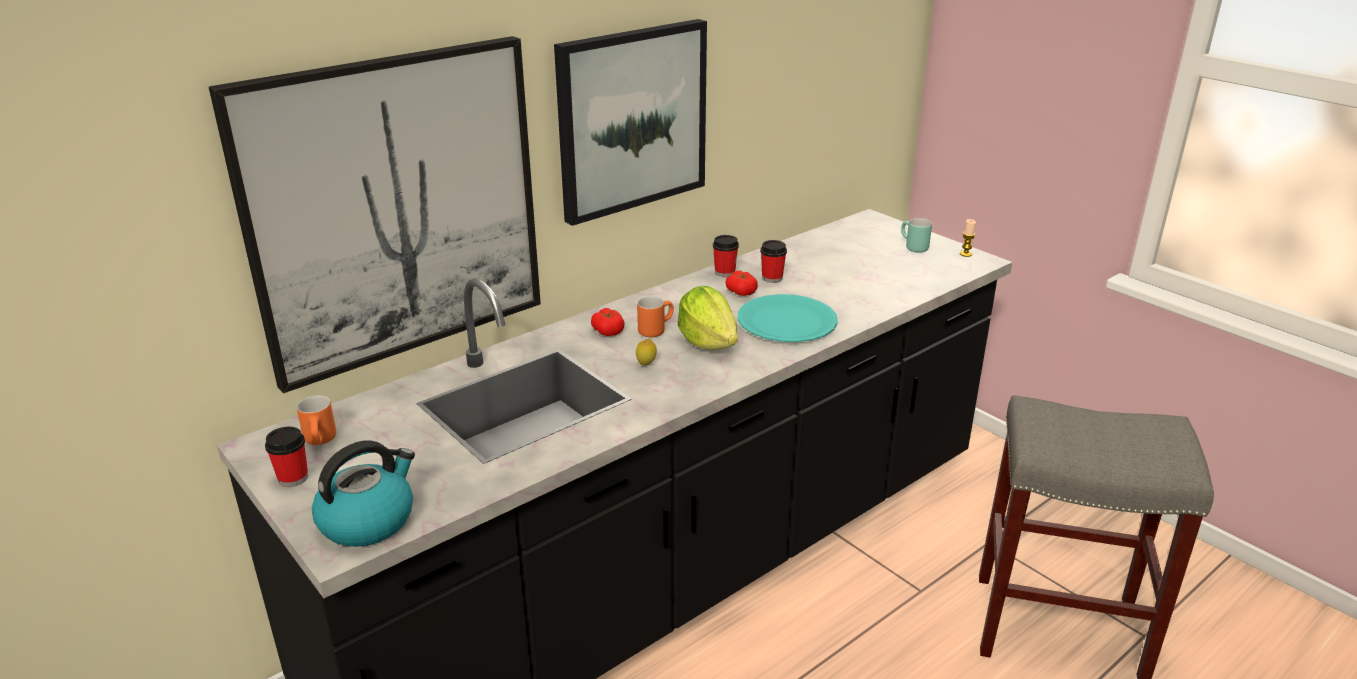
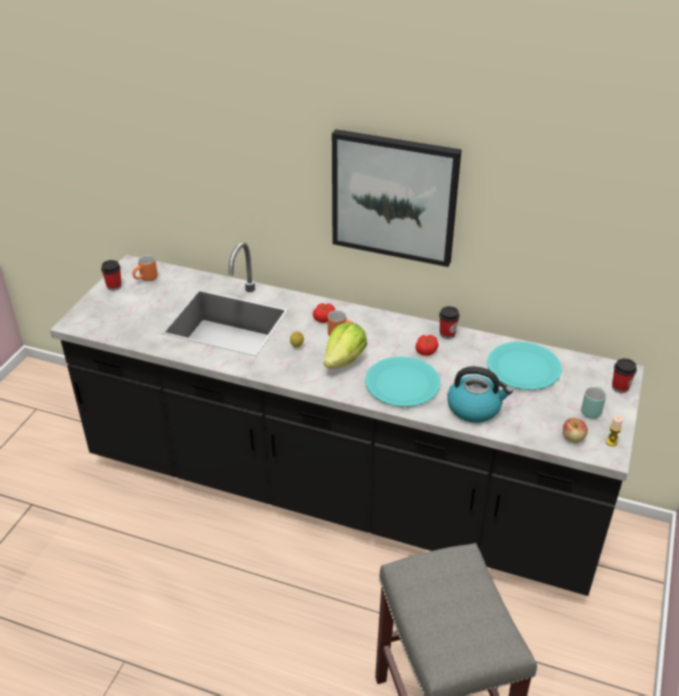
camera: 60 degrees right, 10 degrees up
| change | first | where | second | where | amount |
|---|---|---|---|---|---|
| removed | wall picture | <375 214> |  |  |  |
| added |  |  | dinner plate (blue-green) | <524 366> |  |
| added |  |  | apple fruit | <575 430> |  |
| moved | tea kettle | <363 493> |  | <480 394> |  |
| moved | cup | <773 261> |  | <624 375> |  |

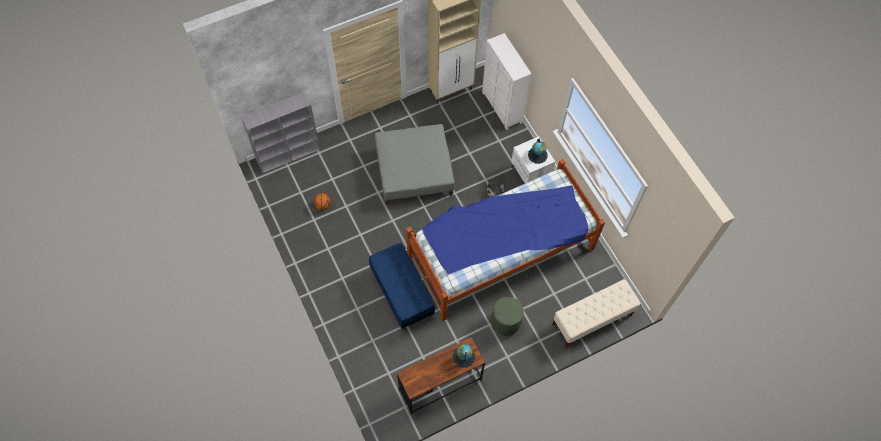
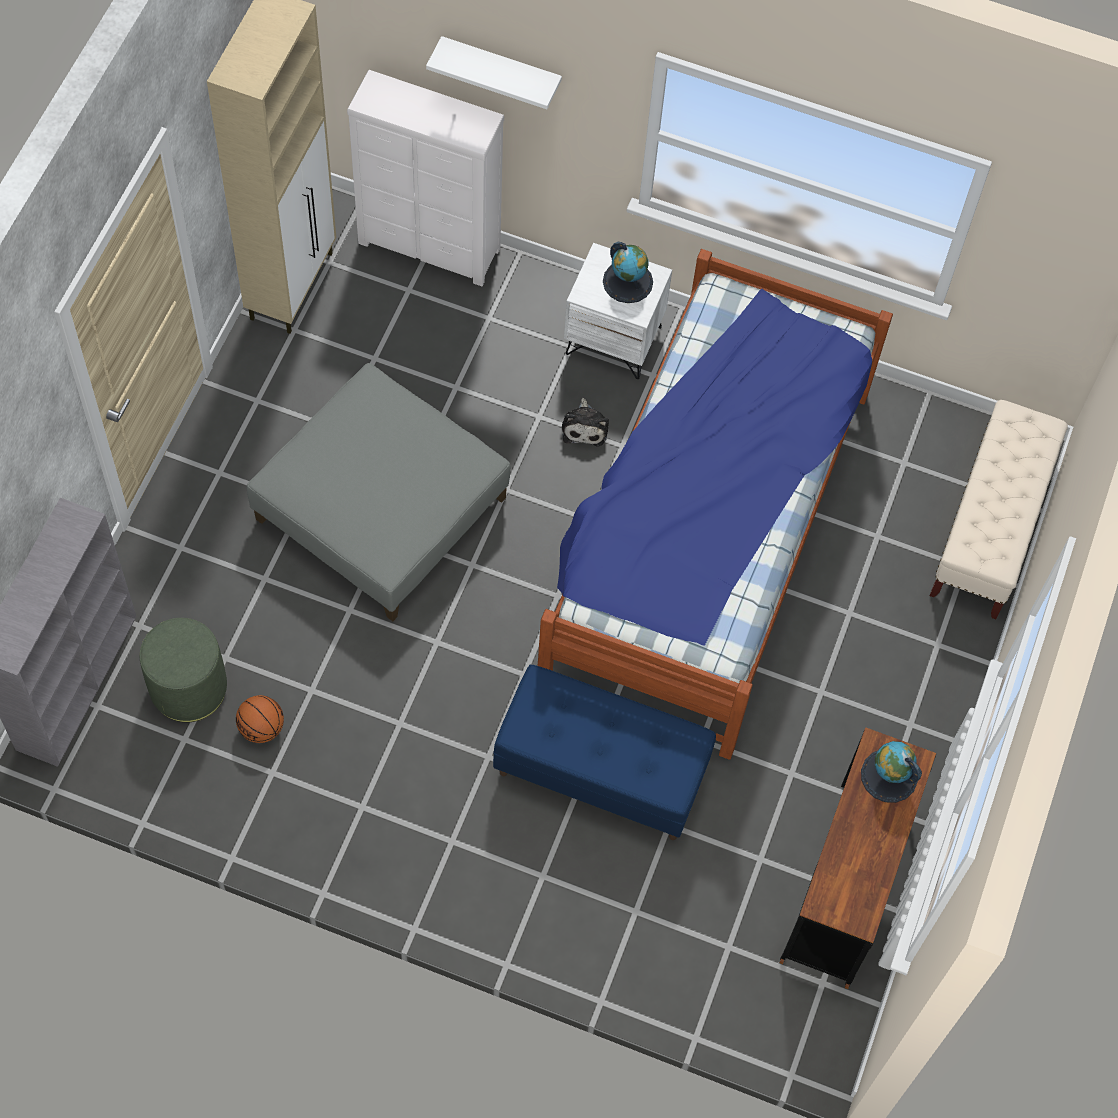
camera: 45 degrees left, 0 degrees up
| change | first | where | second | where | amount |
|---|---|---|---|---|---|
| added |  |  | wall shelf (whitish) | <494 72> |  |
| moved | footrest (greenish) | <507 316> |  | <183 670> |  |

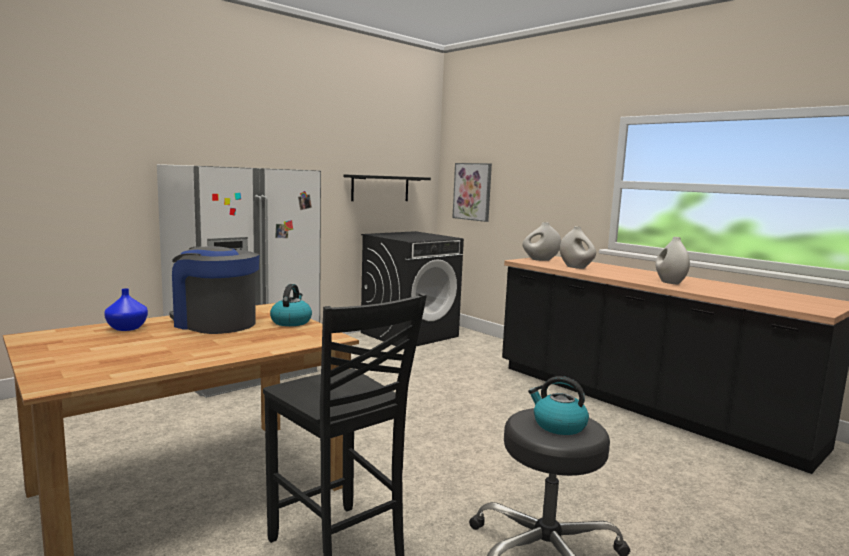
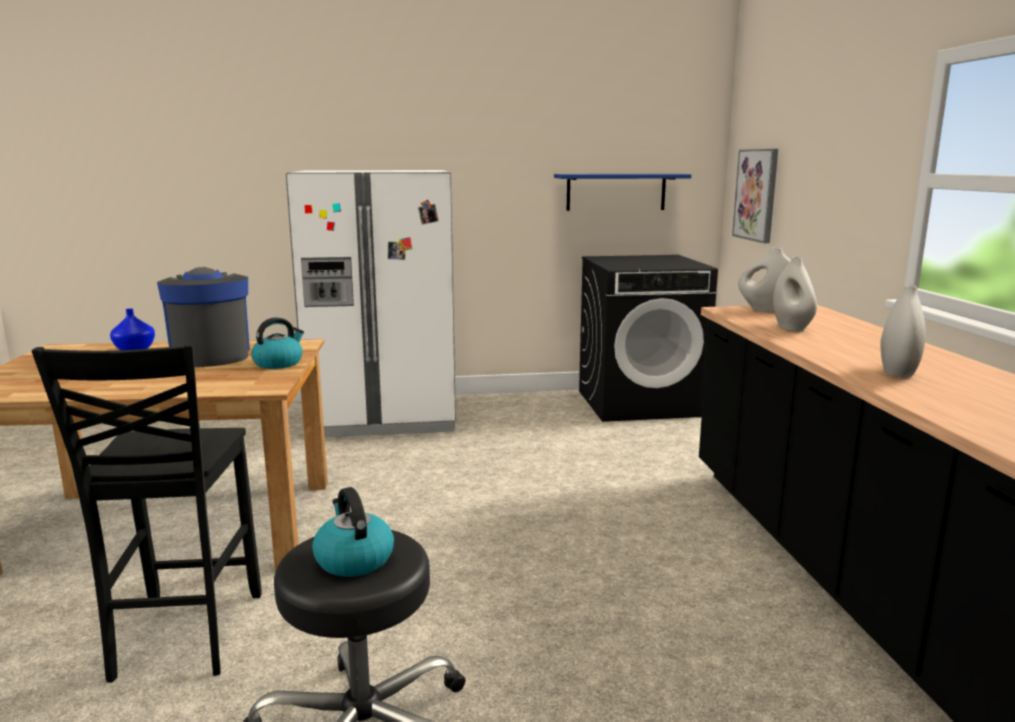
camera: 35 degrees right, 5 degrees up
| change | first | where | second | where | amount |
|---|---|---|---|---|---|
| recoloured | wall shelf (black) | <387 187> | wall shelf (bluish) | <623 192> |  |

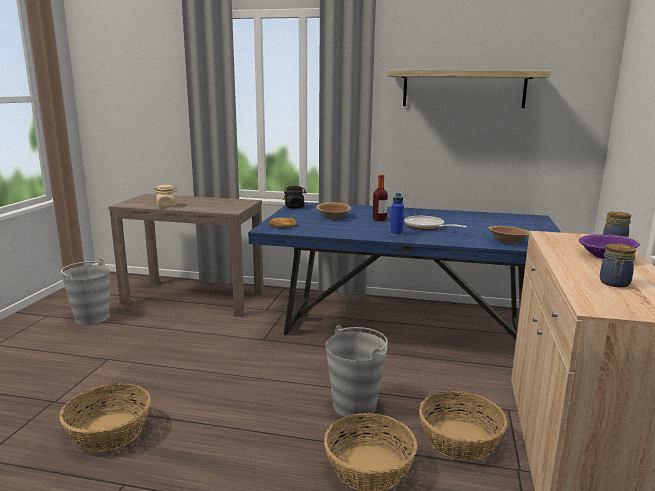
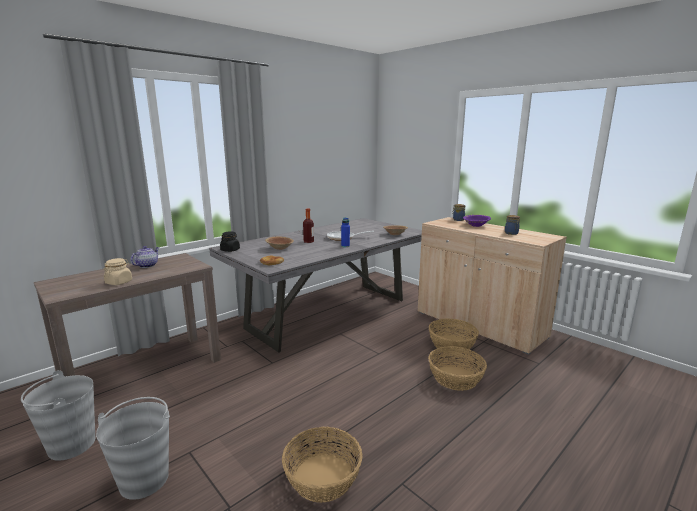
camera: 55 degrees left, 0 degrees up
| change | first | where | second | where | amount |
|---|---|---|---|---|---|
| removed | wall shelf | <468 89> |  |  |  |
| added |  |  | pot for tea | <145 257> |  |
| moved | pail (gray) | <357 371> |  | <133 448> |  |
| recoloured | dinner table (bluish) | <404 270> | dinner table (gray) | <315 285> |  |

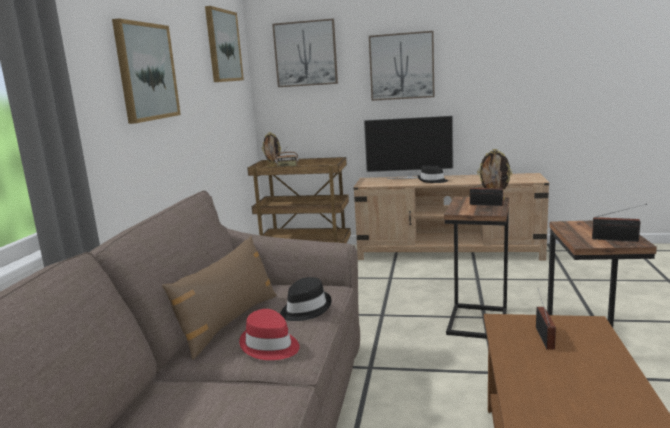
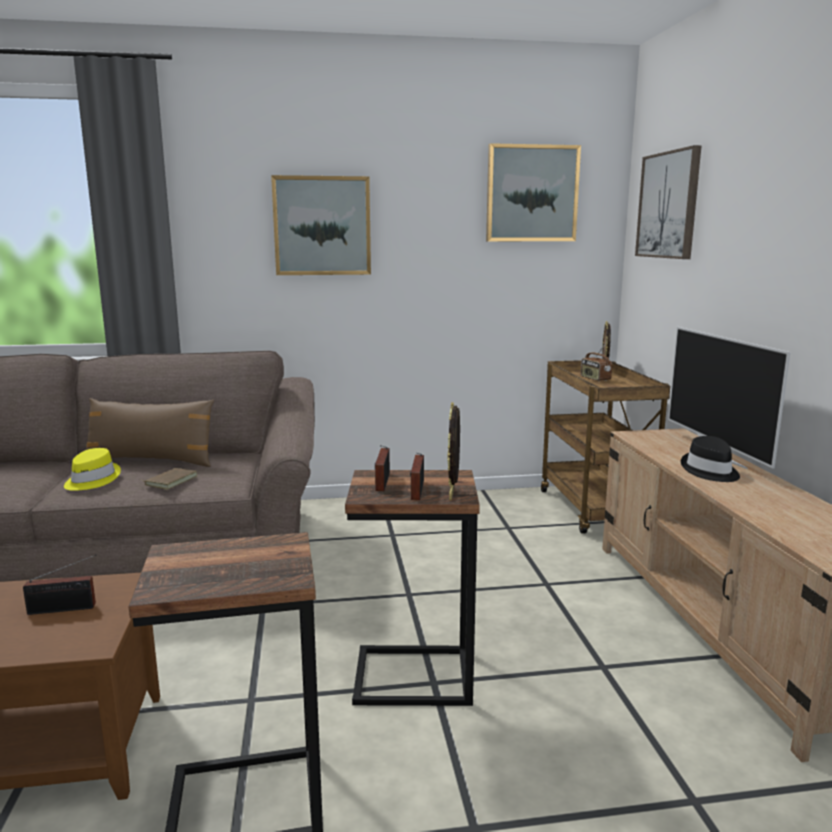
camera: 70 degrees right, 0 degrees up
| change | first | where | second | where | amount |
|---|---|---|---|---|---|
| removed | wall picture | <402 66> |  |  |  |
| moved | radio receiver | <619 223> |  | <382 468> |  |
| replaced | clothing hat (black) | <306 299> | volume (brownish) | <168 479> |  |
| recoloured | clothing hat (reddish) | <269 334> | clothing hat (yellow) | <92 469> |  |

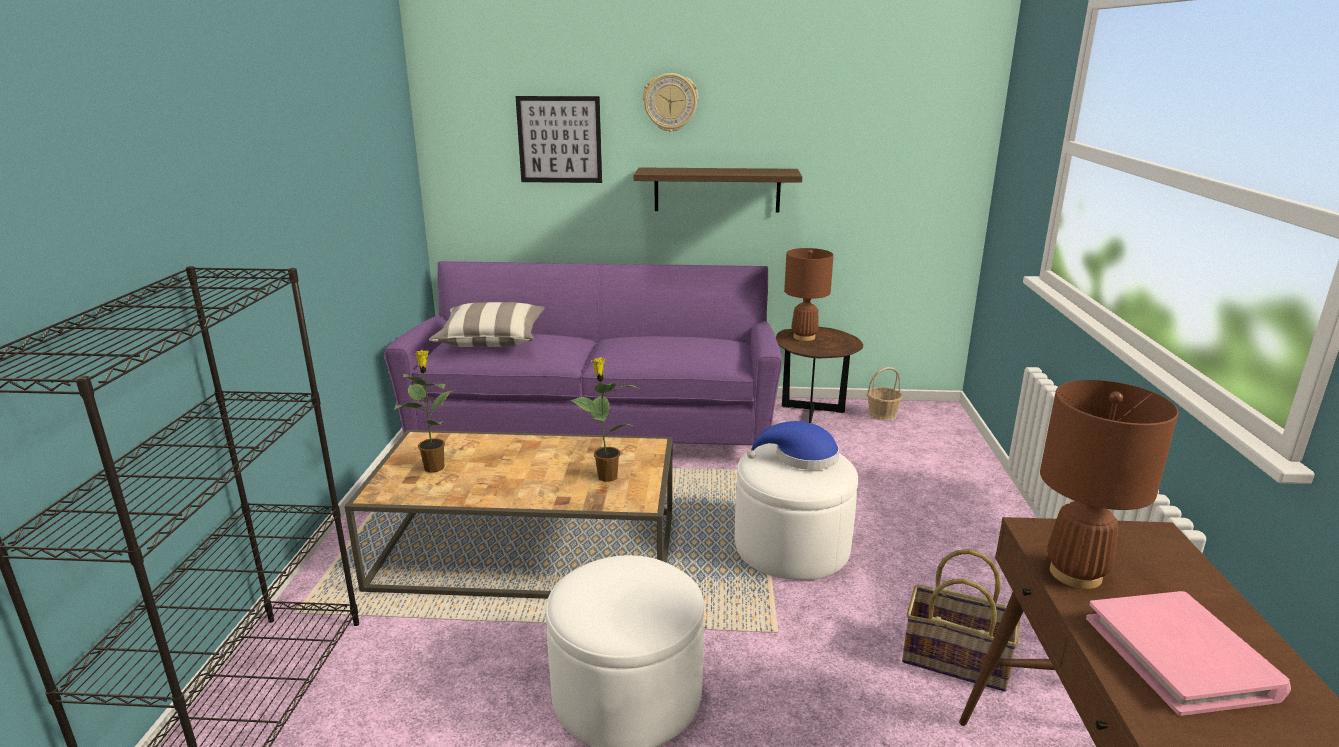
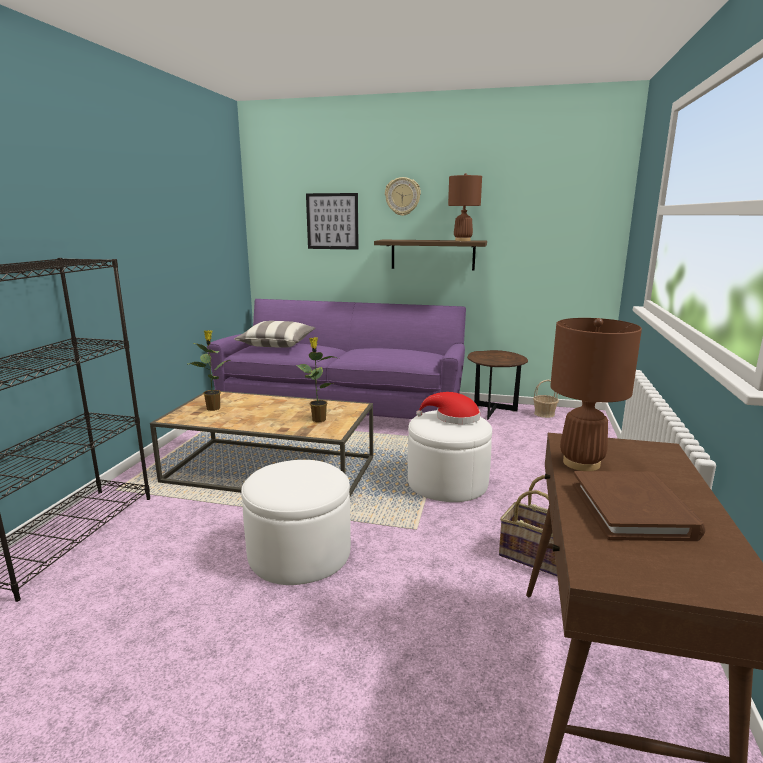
camera: 10 degrees right, 5 degrees down
| change | first | where | second | where | amount |
|---|---|---|---|---|---|
| moved | table lamp (brownish) | <809 294> |  | <465 207> |  |
| recoloured | clothing hat (bluish) | <793 445> | clothing hat (reddish) | <448 408> |  |
| recoloured | volume (pink-coloured) | <1188 653> | volume (brownish) | <639 506> |  |

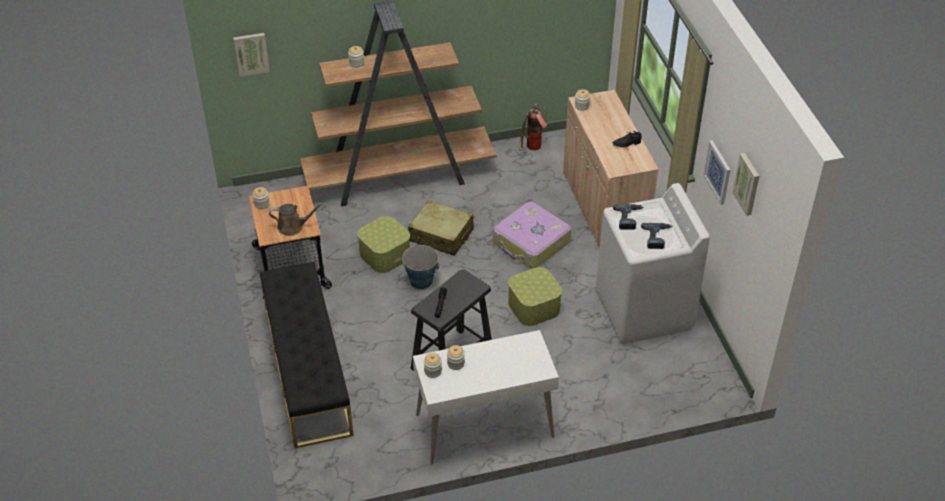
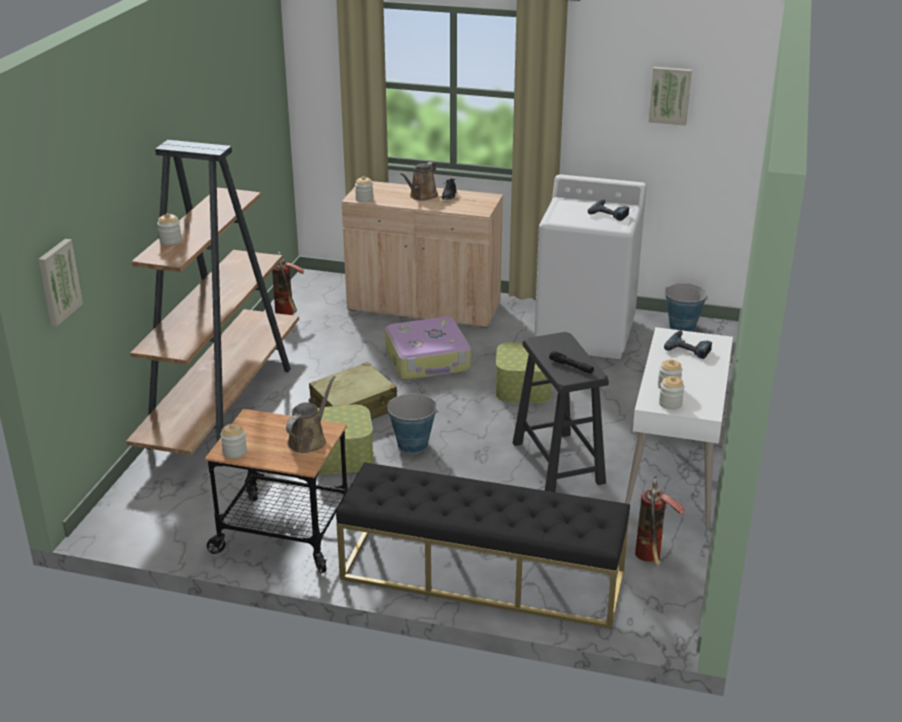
camera: 60 degrees left, 15 degrees down
| change | first | where | second | where | amount |
|---|---|---|---|---|---|
| removed | wall picture | <716 172> |  |  |  |
| added |  |  | watering pot (brownish) | <419 181> |  |
| added |  |  | fire extinguisher | <659 521> |  |
| added |  |  | pail | <686 307> |  |
| moved | drill | <628 216> |  | <688 344> |  |

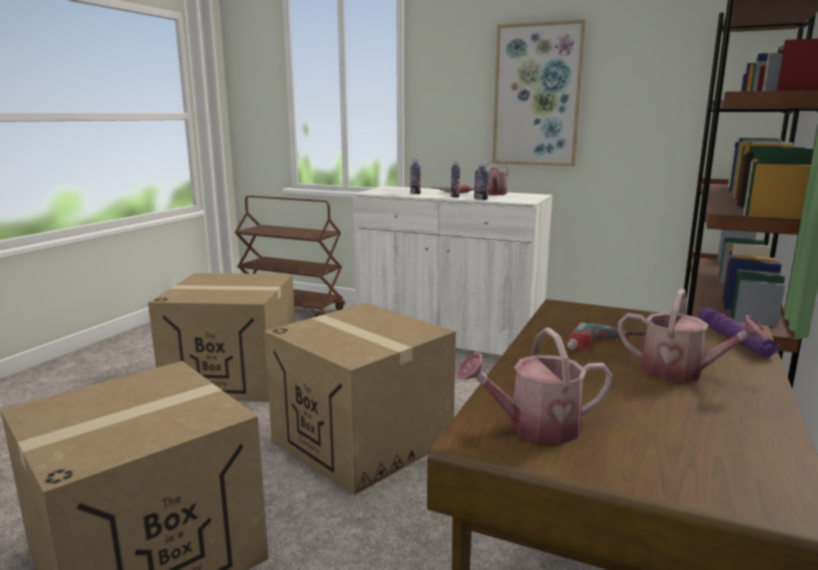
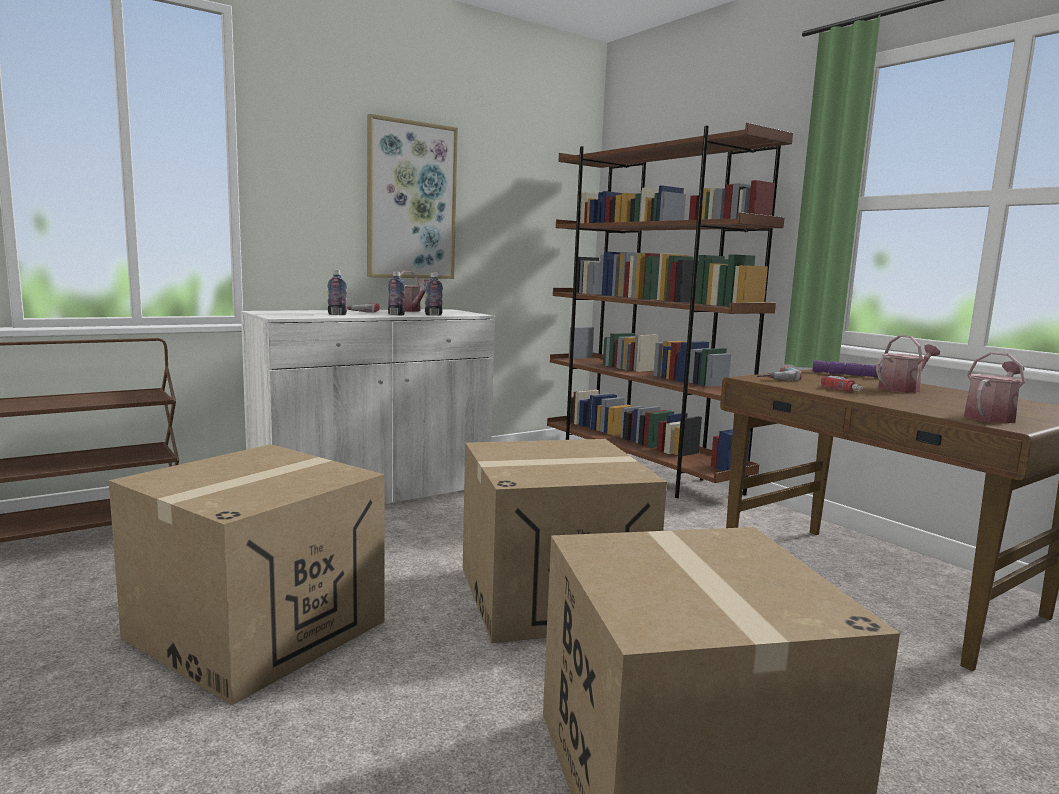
camera: 60 degrees left, 5 degrees down
| change | first | where | second | where | amount |
|---|---|---|---|---|---|
| added |  |  | drill | <779 374> |  |
| turned | watering pot | <535 386> |  | <995 387> | 150 degrees counterclockwise |

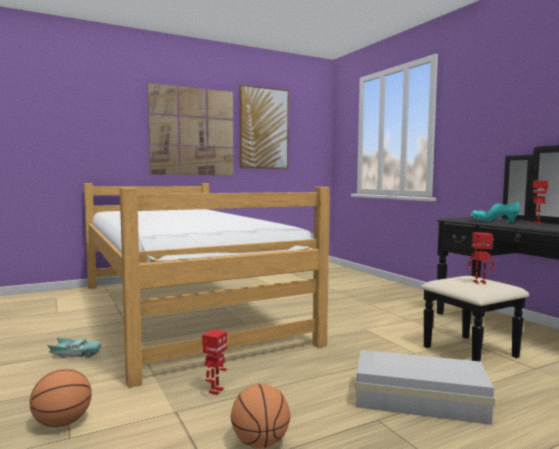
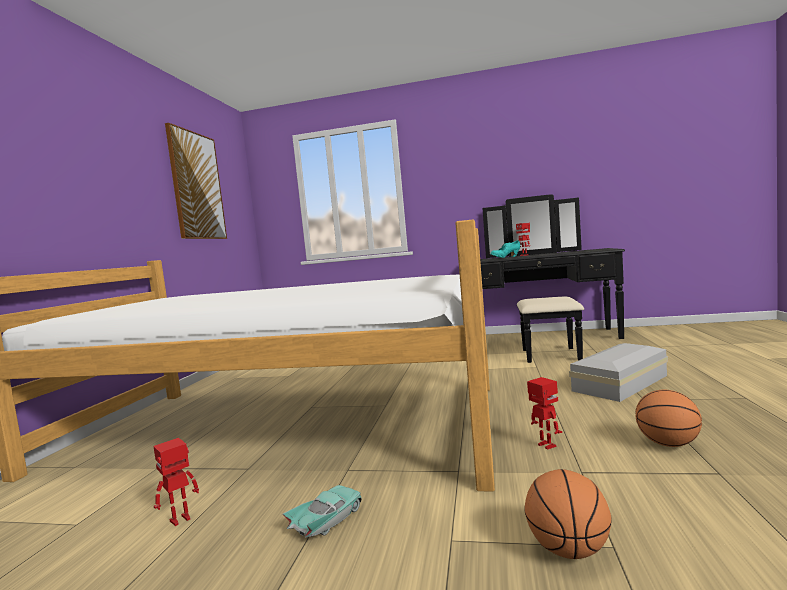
camera: 50 degrees left, 0 degrees up
| change | first | where | second | where | amount |
|---|---|---|---|---|---|
| removed | wall picture | <190 129> |  |  |  |
| moved | robot figure | <480 258> |  | <176 482> |  |

